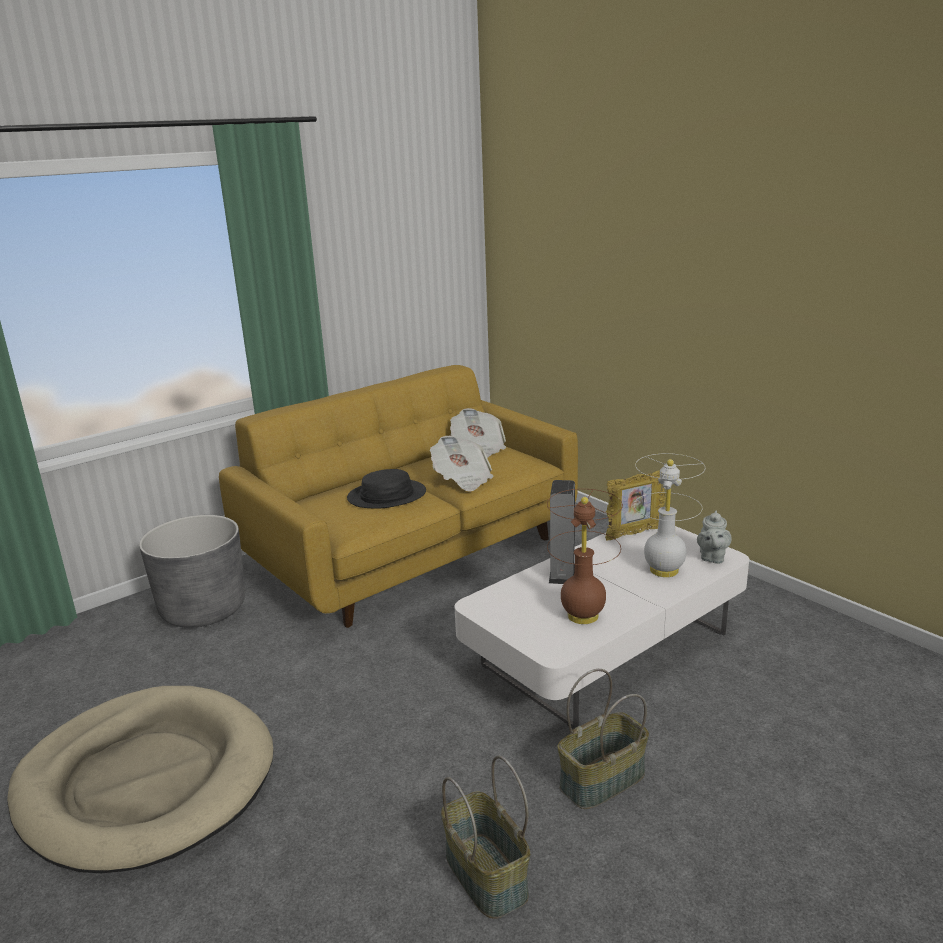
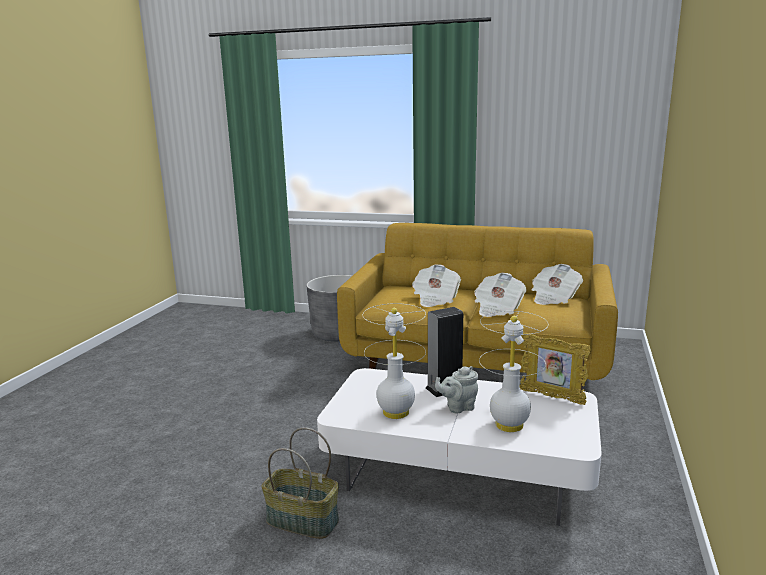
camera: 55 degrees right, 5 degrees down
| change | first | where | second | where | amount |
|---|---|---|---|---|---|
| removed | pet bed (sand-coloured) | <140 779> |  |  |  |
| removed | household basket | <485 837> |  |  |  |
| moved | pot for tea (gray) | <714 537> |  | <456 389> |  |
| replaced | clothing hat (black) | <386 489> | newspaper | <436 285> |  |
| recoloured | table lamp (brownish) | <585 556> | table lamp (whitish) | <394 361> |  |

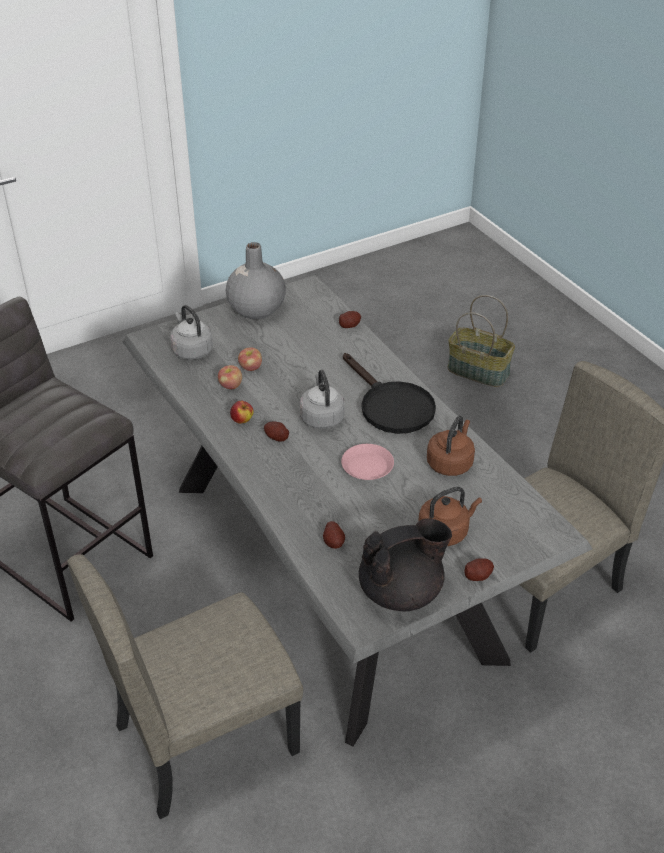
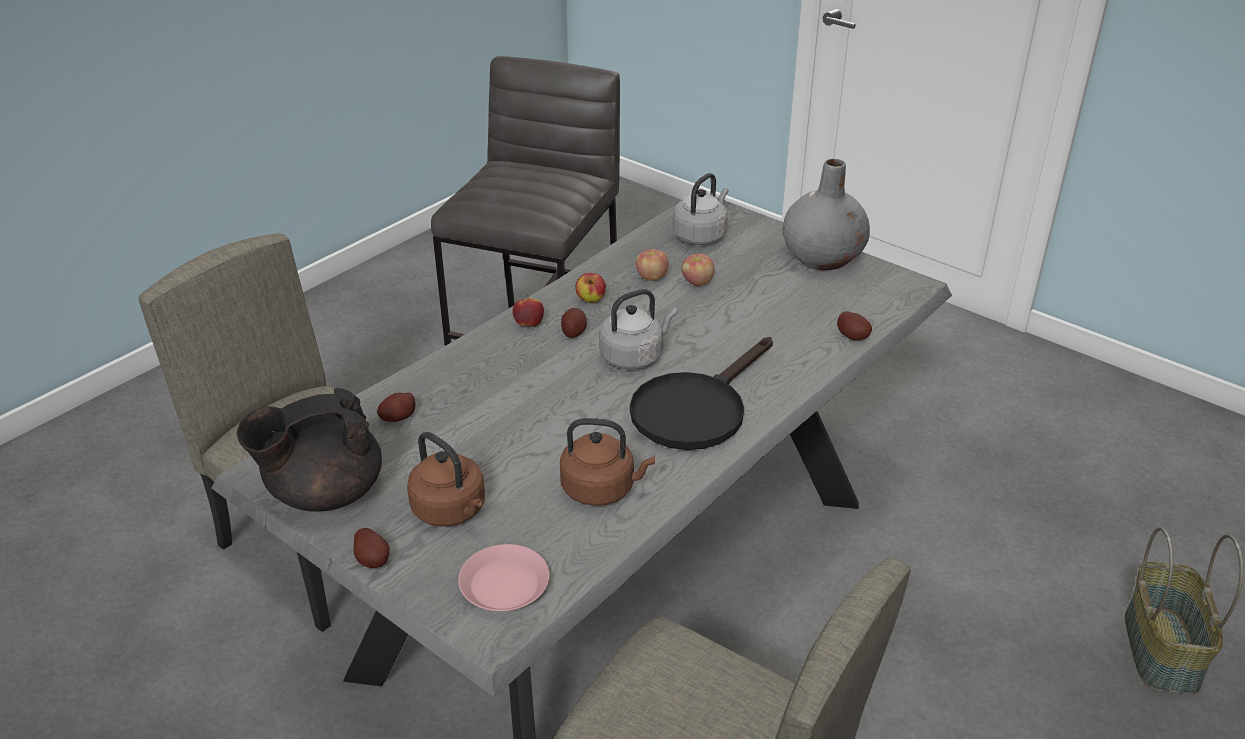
camera: 70 degrees right, 5 degrees down
| change | first | where | second | where | amount |
|---|---|---|---|---|---|
| added |  |  | apple fruit | <528 311> |  |
| moved | dinner plate (pink-coloured) | <367 462> |  | <504 577> |  |
| turned | pot for tea (black) | <405 564> |  | <309 450> | 105 degrees clockwise |

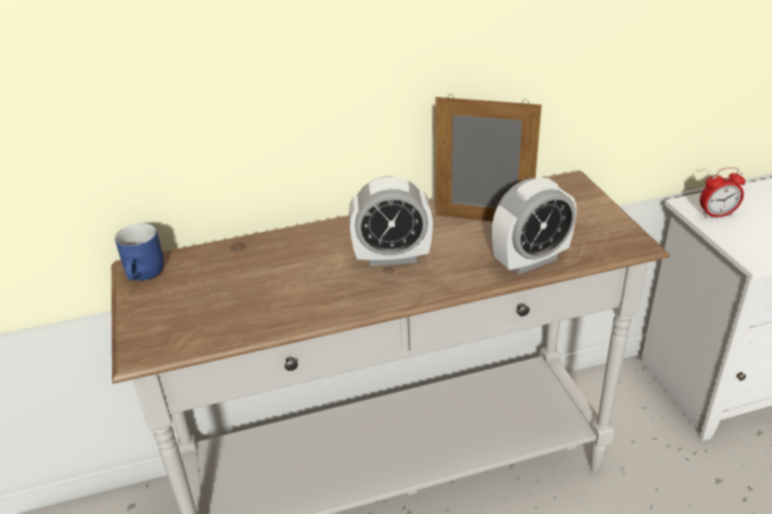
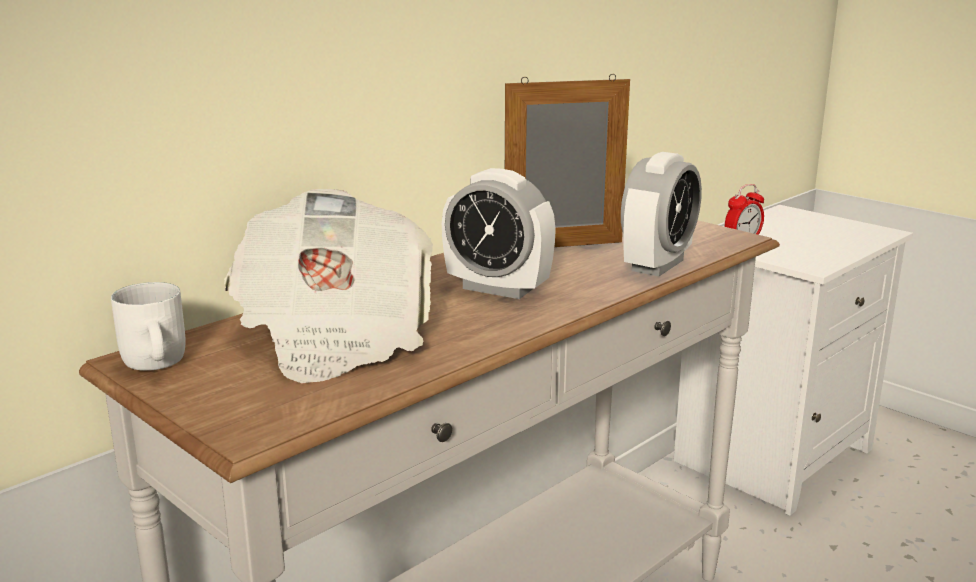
camera: 30 degrees left, 15 degrees down
| change | first | where | second | where | amount |
|---|---|---|---|---|---|
| added |  |  | newspaper | <328 286> |  |
| recoloured | coffee mug (bluish) | <139 252> | coffee mug (whitish) | <148 326> |  |
| turned | bedside clock | <391 221> |  | <499 233> | 60 degrees clockwise |

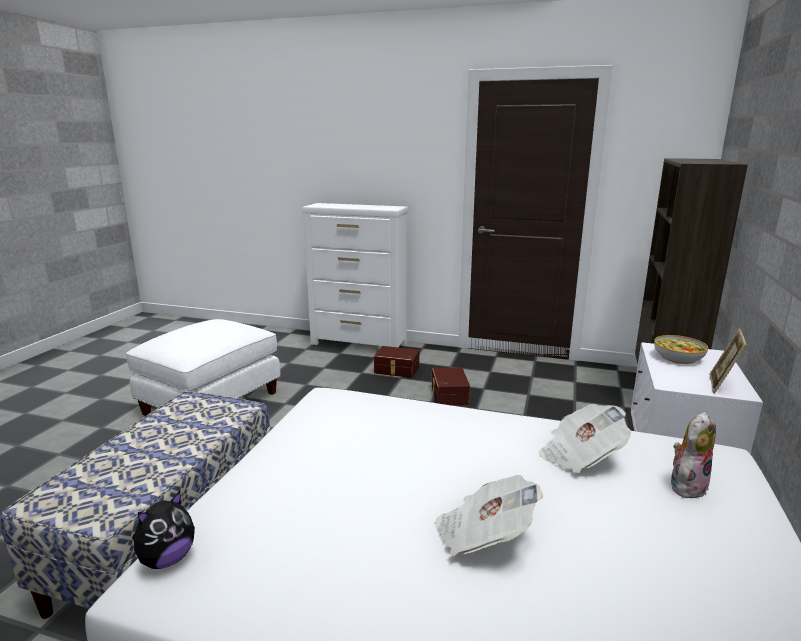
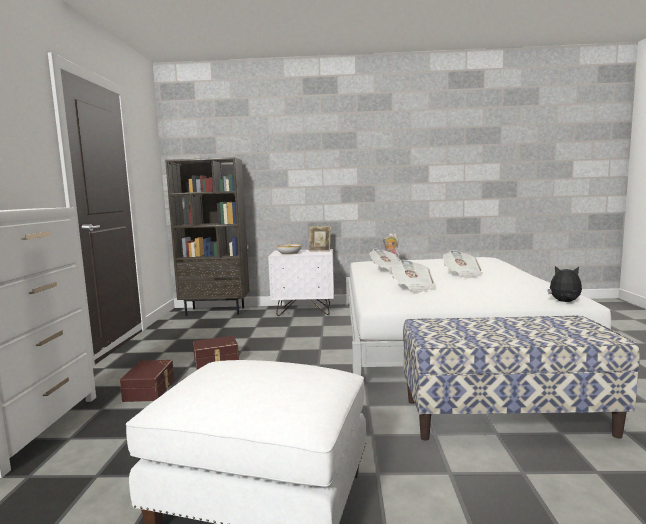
camera: 105 degrees left, 10 degrees down
| change | first | where | second | where | amount |
|---|---|---|---|---|---|
| added |  |  | newspaper | <413 276> |  |

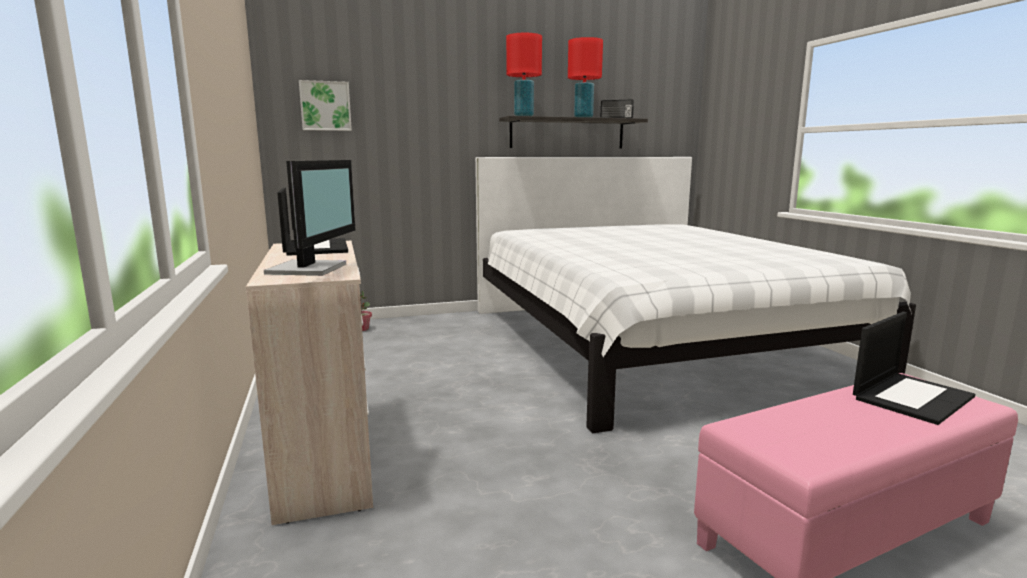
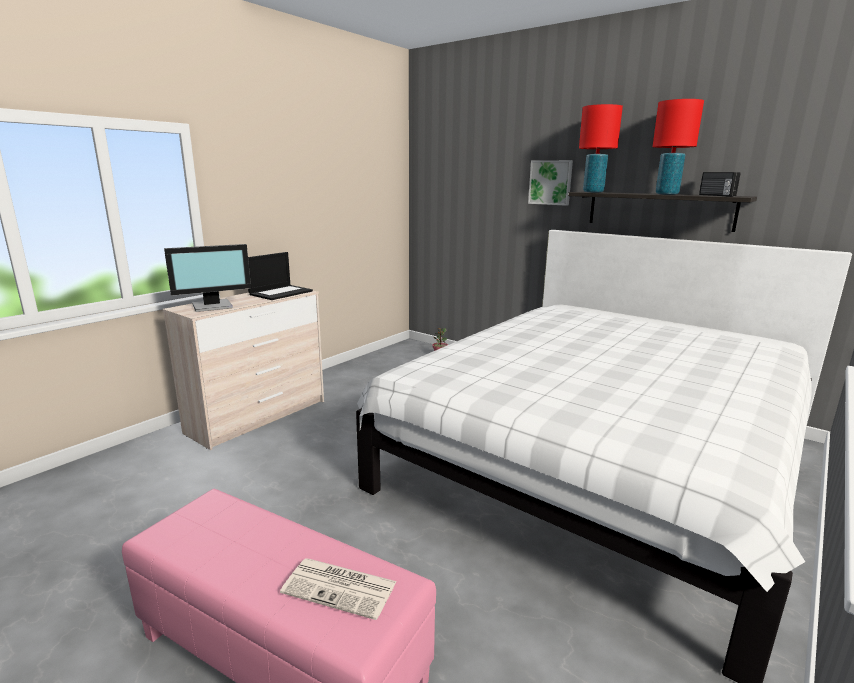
camera: 55 degrees right, 5 degrees up
| change | first | where | second | where | amount |
|---|---|---|---|---|---|
| moved | wall picture | <325 105> |  | <550 183> |  |
| replaced | laptop | <914 368> | newspaper | <338 589> |  |

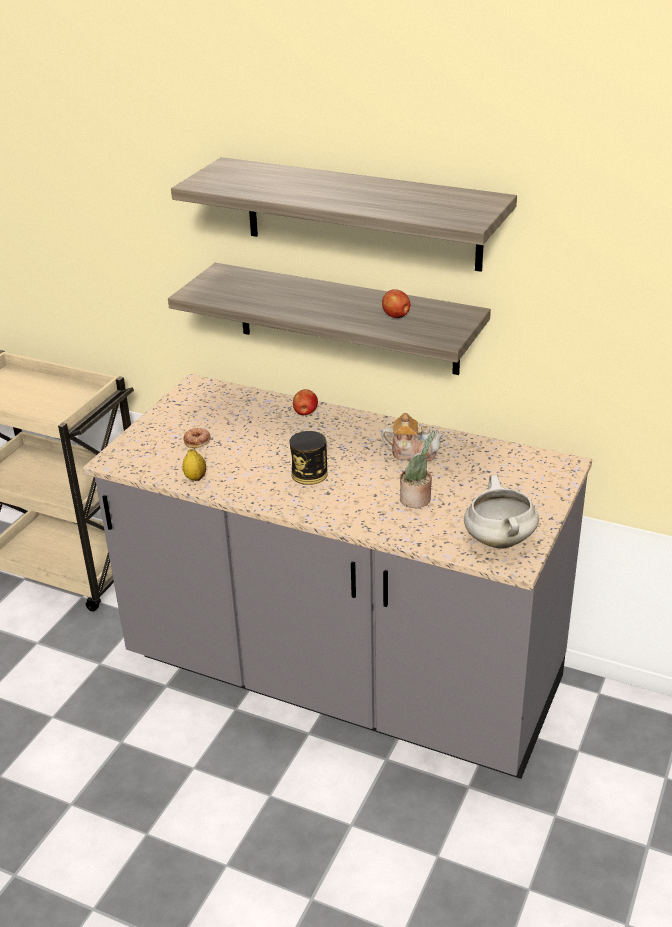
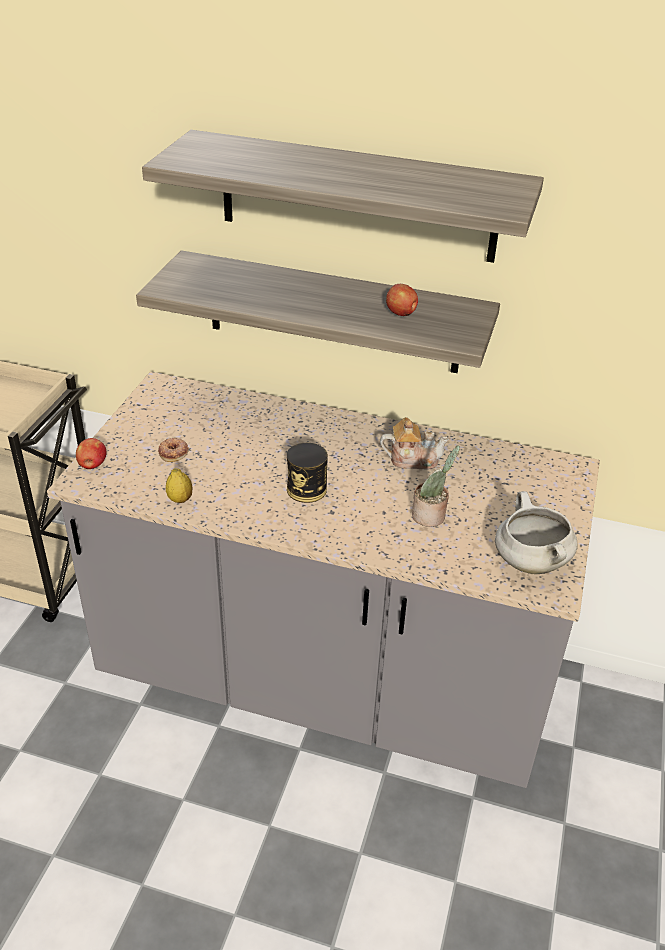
camera: 10 degrees left, 5 degrees up
| change | first | where | second | where | amount |
|---|---|---|---|---|---|
| moved | apple fruit | <305 402> |  | <91 453> |  |

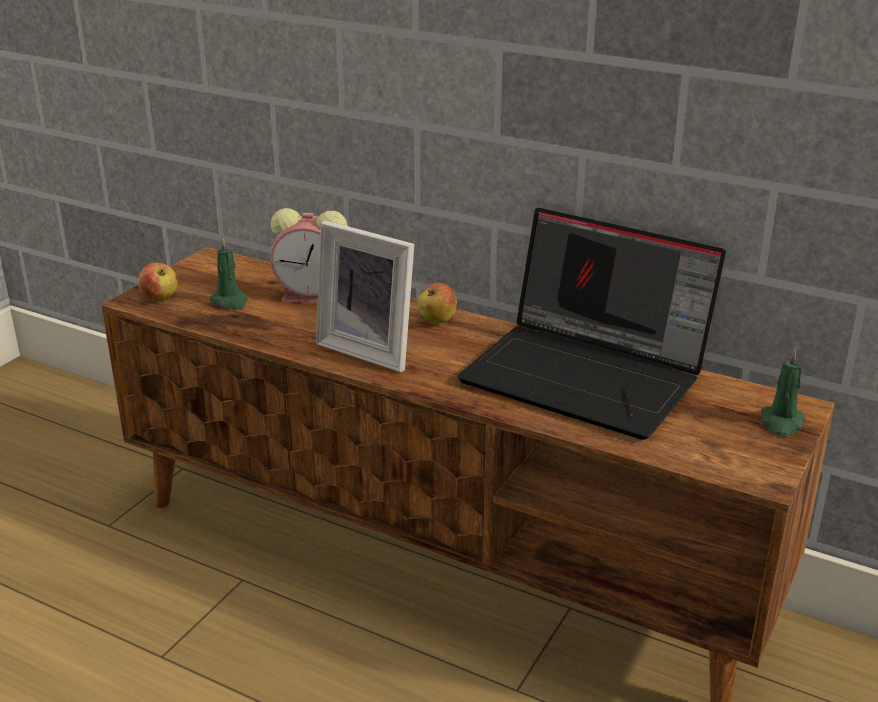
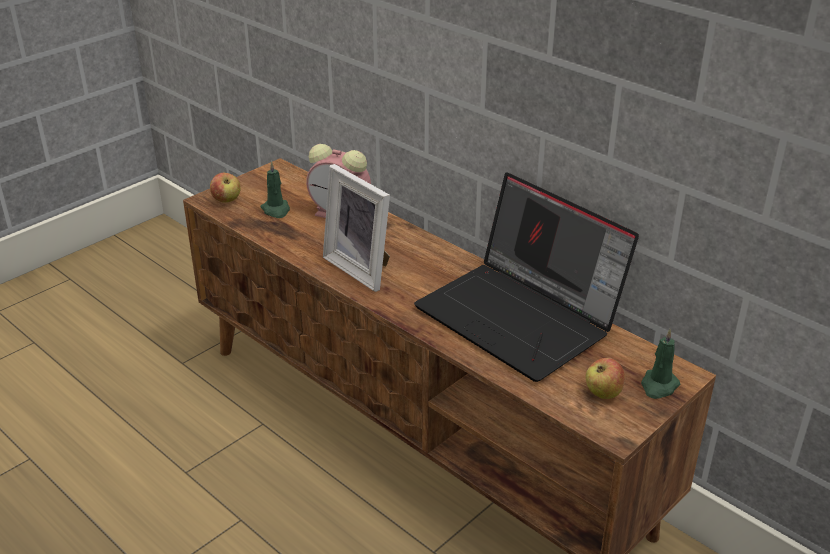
camera: 15 degrees right, 5 degrees up
| change | first | where | second | where | amount |
|---|---|---|---|---|---|
| moved | apple fruit | <437 303> |  | <605 378> |  |

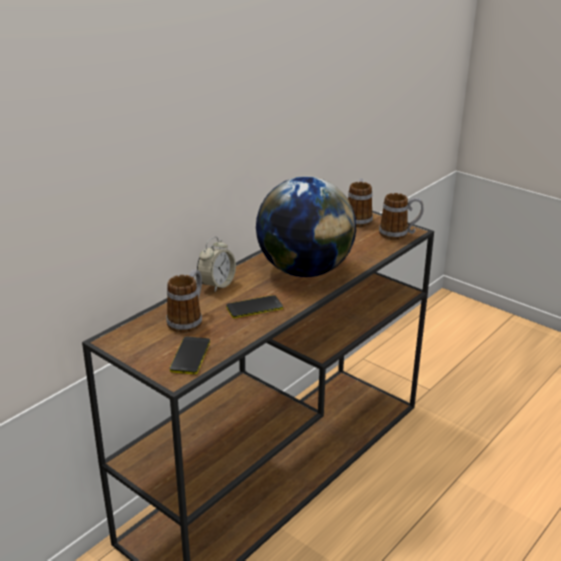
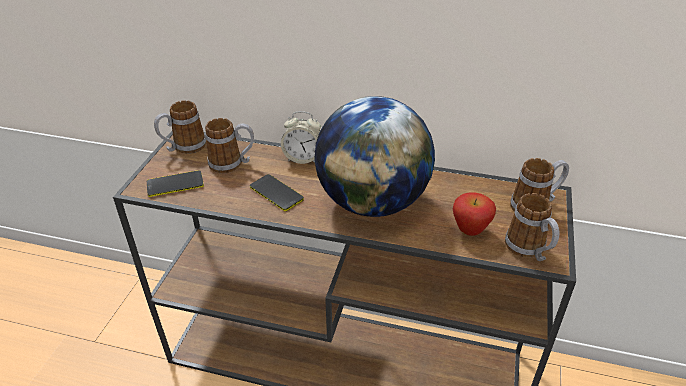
camera: 65 degrees right, 10 degrees up
| change | first | where | second | where | amount |
|---|---|---|---|---|---|
| added |  |  | coffee mug | <180 127> |  |
| added |  |  | apple fruit | <474 214> |  |

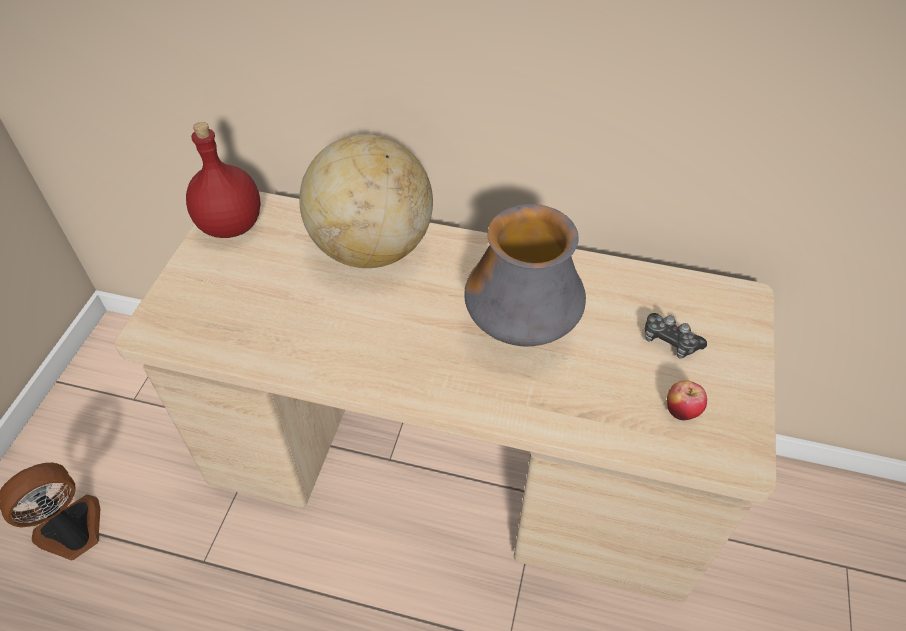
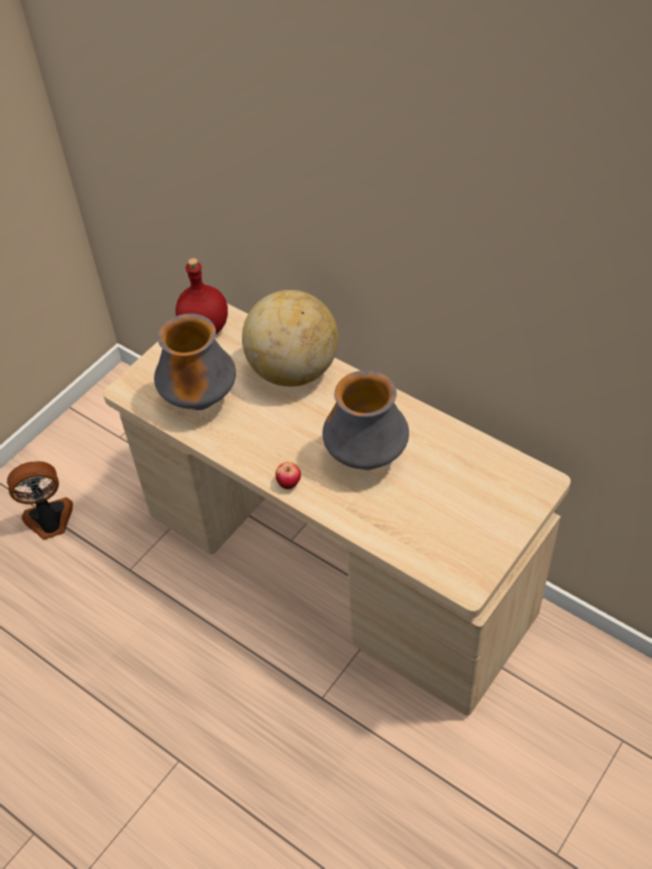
camera: 25 degrees right, 0 degrees up
| change | first | where | second | where | amount |
|---|---|---|---|---|---|
| removed | game controller | <676 336> |  |  |  |
| added |  |  | decorative vase | <195 362> |  |
| moved | apple fruit | <687 400> |  | <288 475> |  |

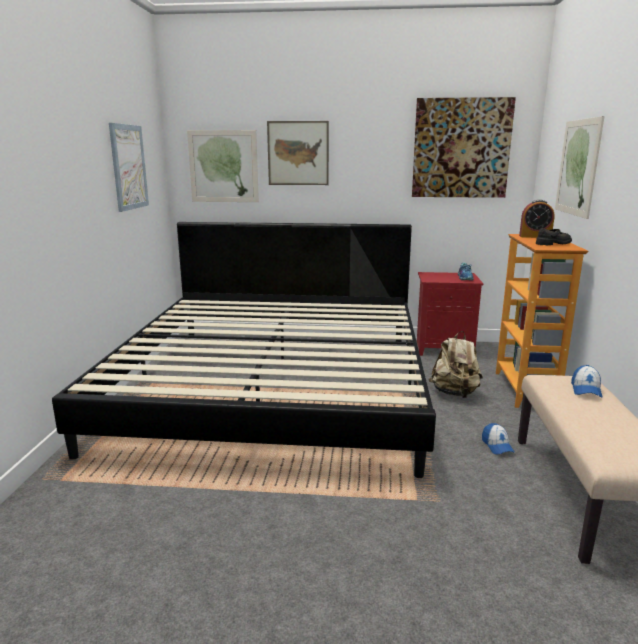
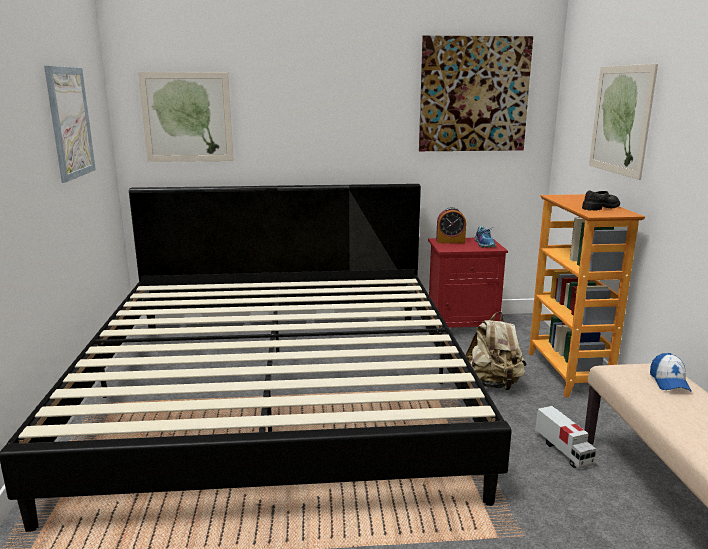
camera: 10 degrees left, 0 degrees up
| change | first | where | second | where | amount |
|---|---|---|---|---|---|
| removed | wall picture | <298 153> |  |  |  |
| moved | bedside clock | <536 219> |  | <451 225> |  |
| replaced | cap | <498 438> | toy lorry | <565 437> |  |

